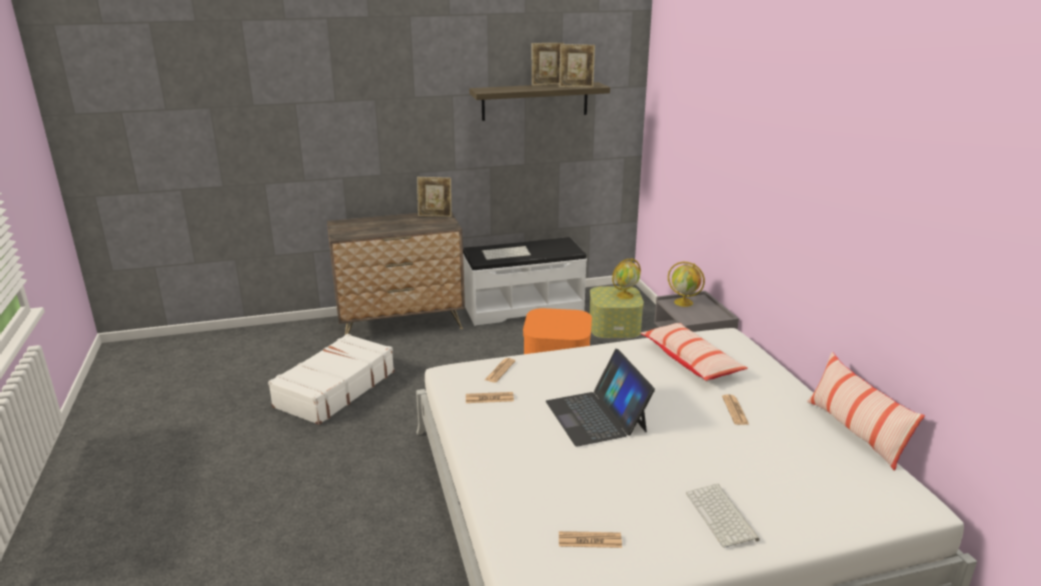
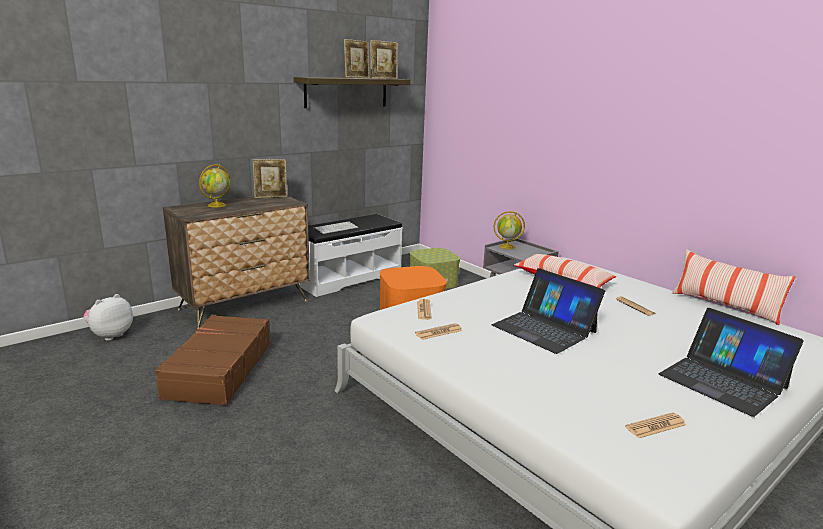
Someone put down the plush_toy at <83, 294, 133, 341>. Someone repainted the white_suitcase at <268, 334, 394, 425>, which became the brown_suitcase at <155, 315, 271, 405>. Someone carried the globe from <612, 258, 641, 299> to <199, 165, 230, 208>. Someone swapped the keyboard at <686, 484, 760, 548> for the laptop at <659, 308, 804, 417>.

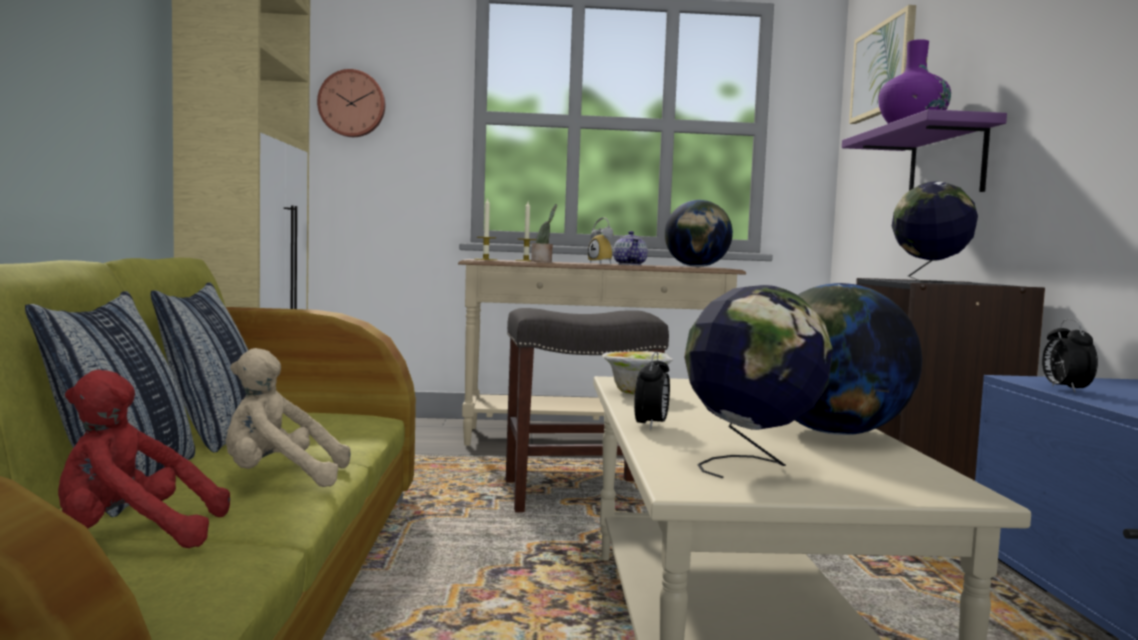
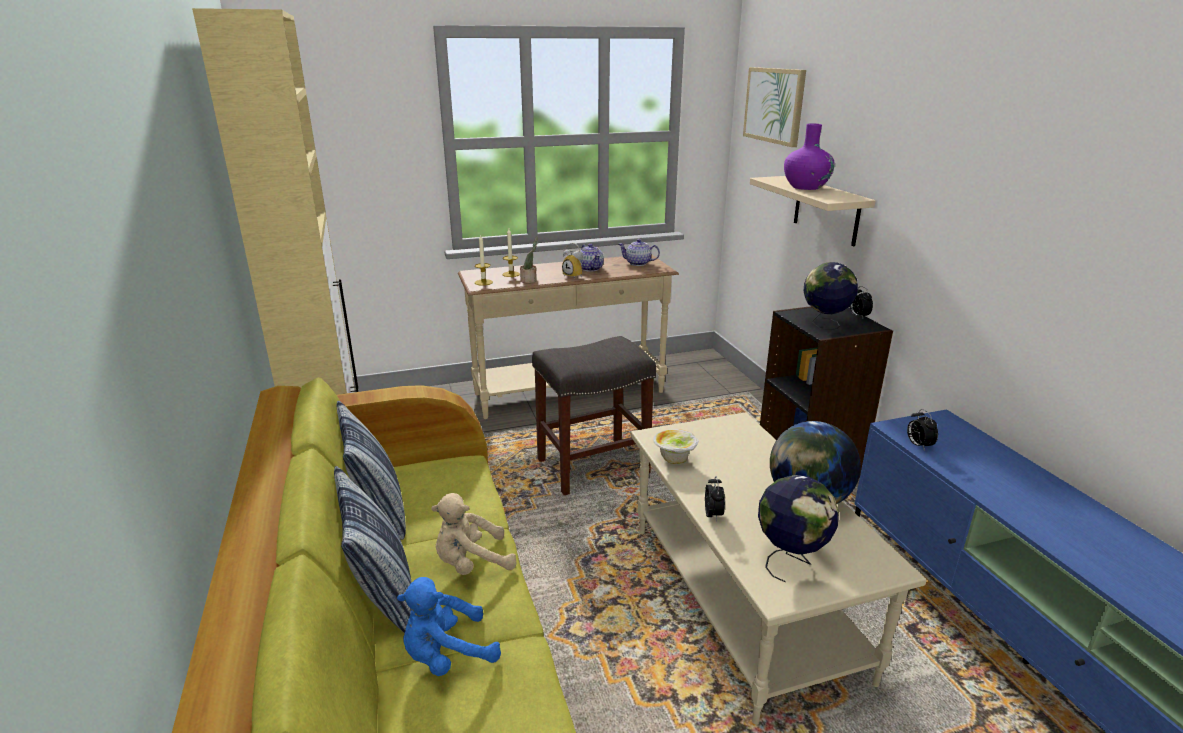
Someone repainted the red_plush_toy at <58, 369, 230, 548>, which became the blue_plush_toy at <397, 577, 501, 676>. Someone swapped the globe at <665, 200, 733, 267> for the teapot at <618, 239, 660, 266>. Someone repainted the purple_shelf at <842, 109, 1007, 192>, which became the beige_shelf at <750, 176, 876, 246>. Someone put down the alarm_clock at <850, 286, 873, 318>. Someone took away the wall_clock at <317, 69, 385, 137>.

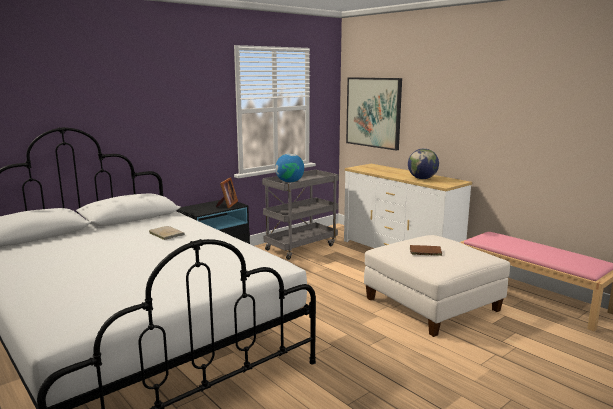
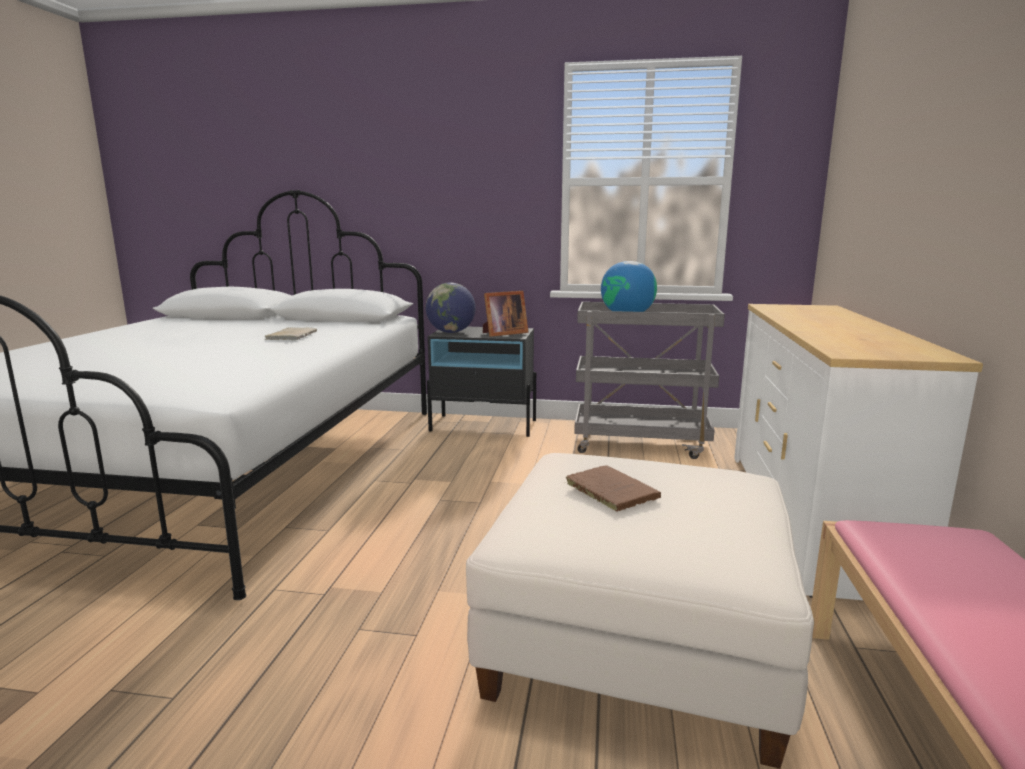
Someone carried the globe from <408, 148, 439, 179> to <426, 283, 476, 333>. Someone took away the picture at <346, 77, 402, 151>.

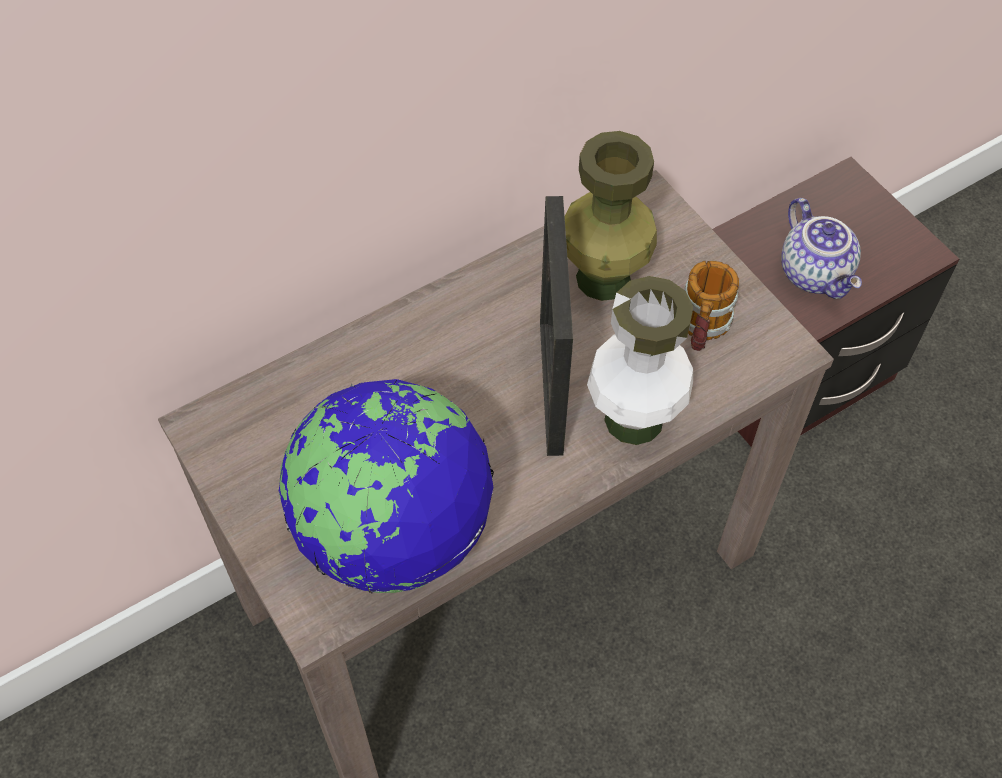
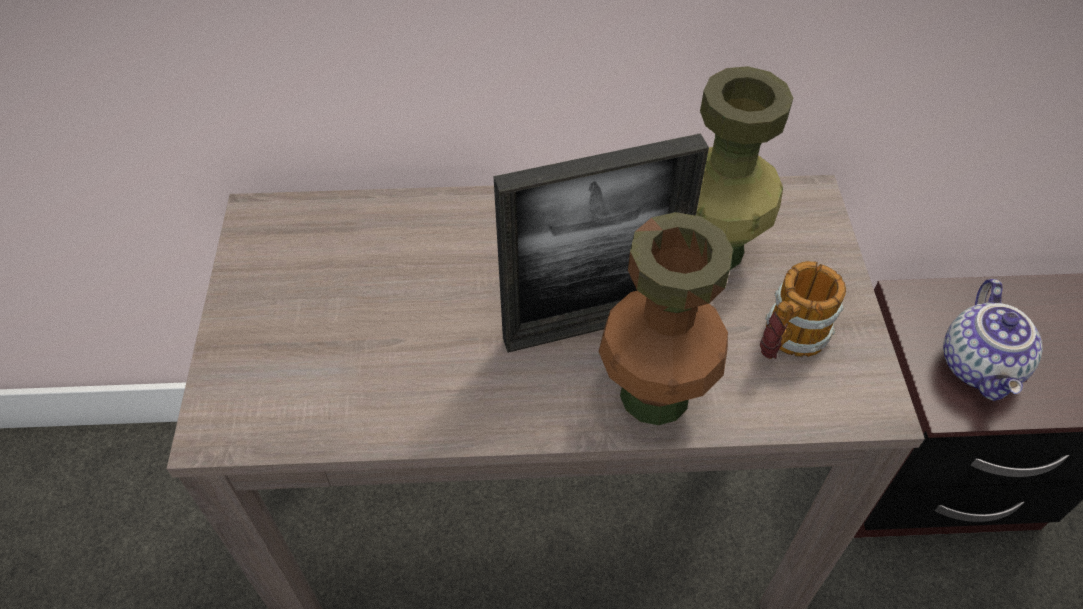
Someone rotated the picture_frame at <540, 196, 573, 456> by 135 degrees counterclockwise. Someone repainted the white_vase at <587, 276, 693, 445>, which became the brown_vase at <599, 212, 733, 425>. Someone took away the globe at <279, 379, 494, 593>.

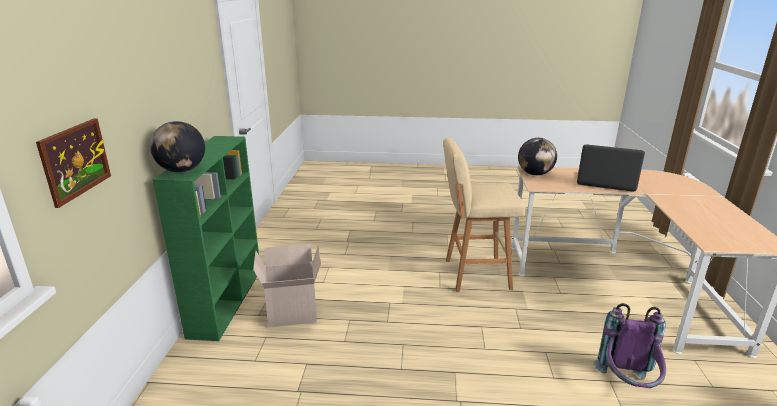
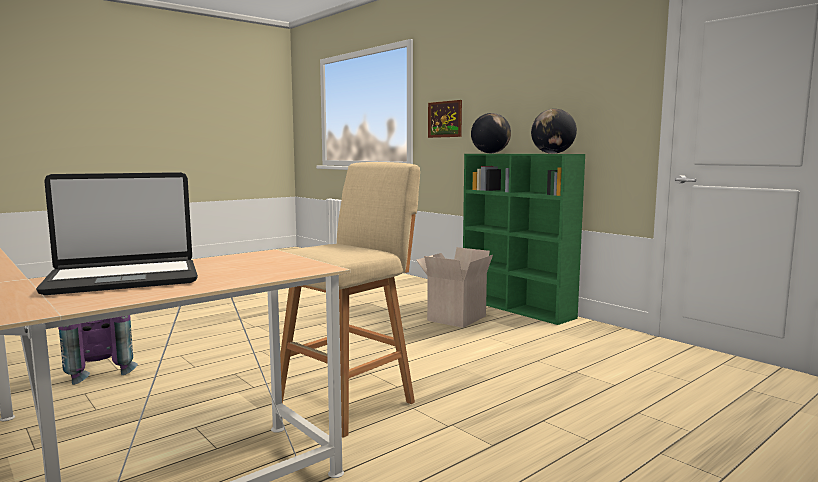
Someone carried the globe from <518, 138, 557, 175> to <531, 109, 577, 154>.

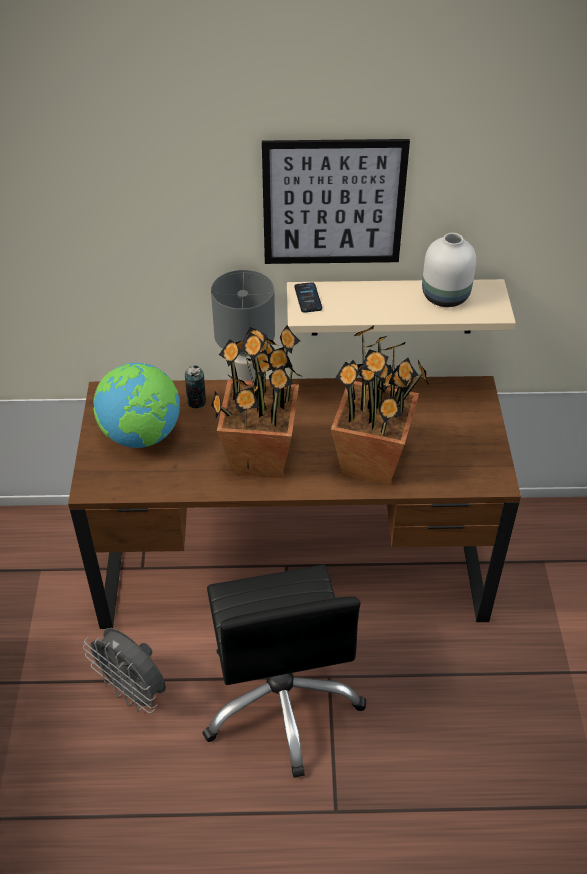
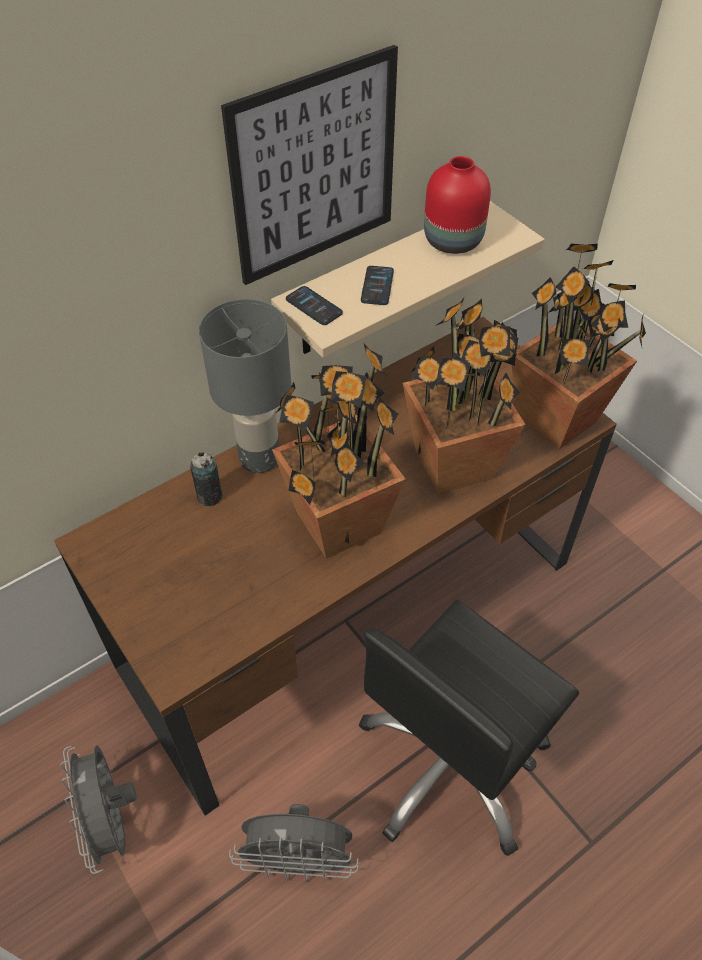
Someone put down the grey_fan at <60, 745, 137, 874>. Someone rotated the black_office_chair at <202, 565, 366, 778> by 90 degrees clockwise. Someone put down the phone at <361, 266, 394, 305>. Someone repainted the white_vase at <422, 233, 476, 307>, which became the red_vase at <424, 156, 491, 254>. Someone put down the potted_plant at <512, 244, 646, 449>. Someone took away the globe at <93, 363, 180, 448>.

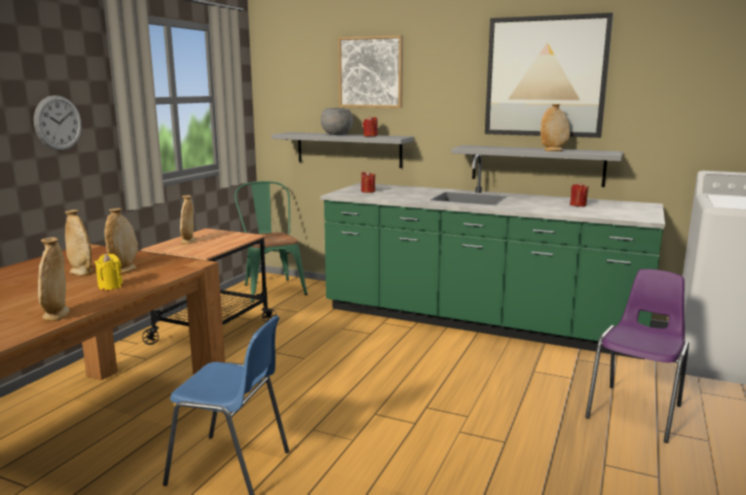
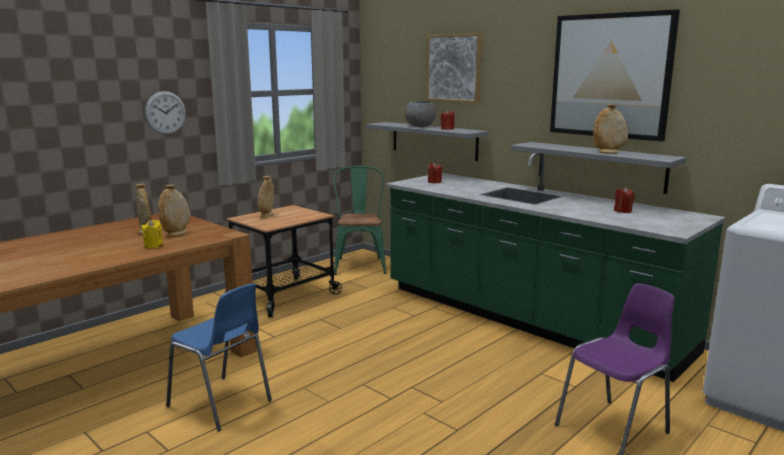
Someone took away the beige_vase at <38, 237, 70, 321>.

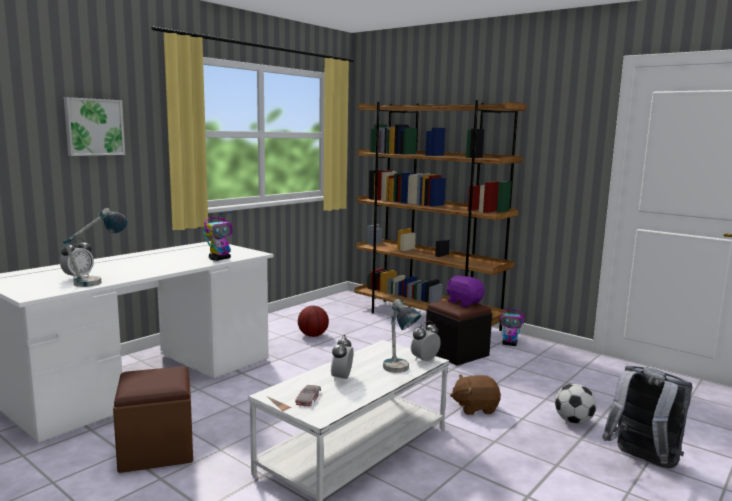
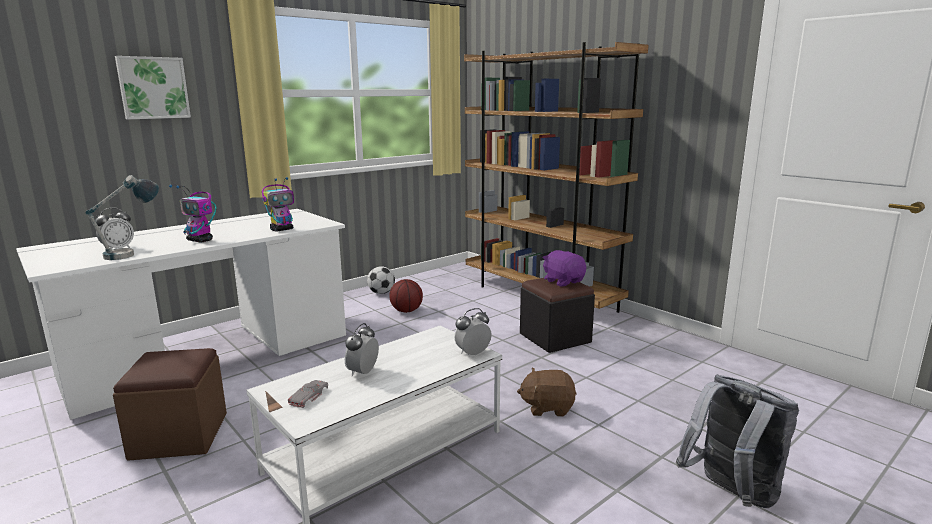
Someone carried the toy_robot from <500, 307, 524, 346> to <169, 185, 216, 243>. Someone carried the football from <555, 384, 596, 424> to <367, 266, 395, 294>. Someone took away the table_lamp at <383, 299, 421, 373>.

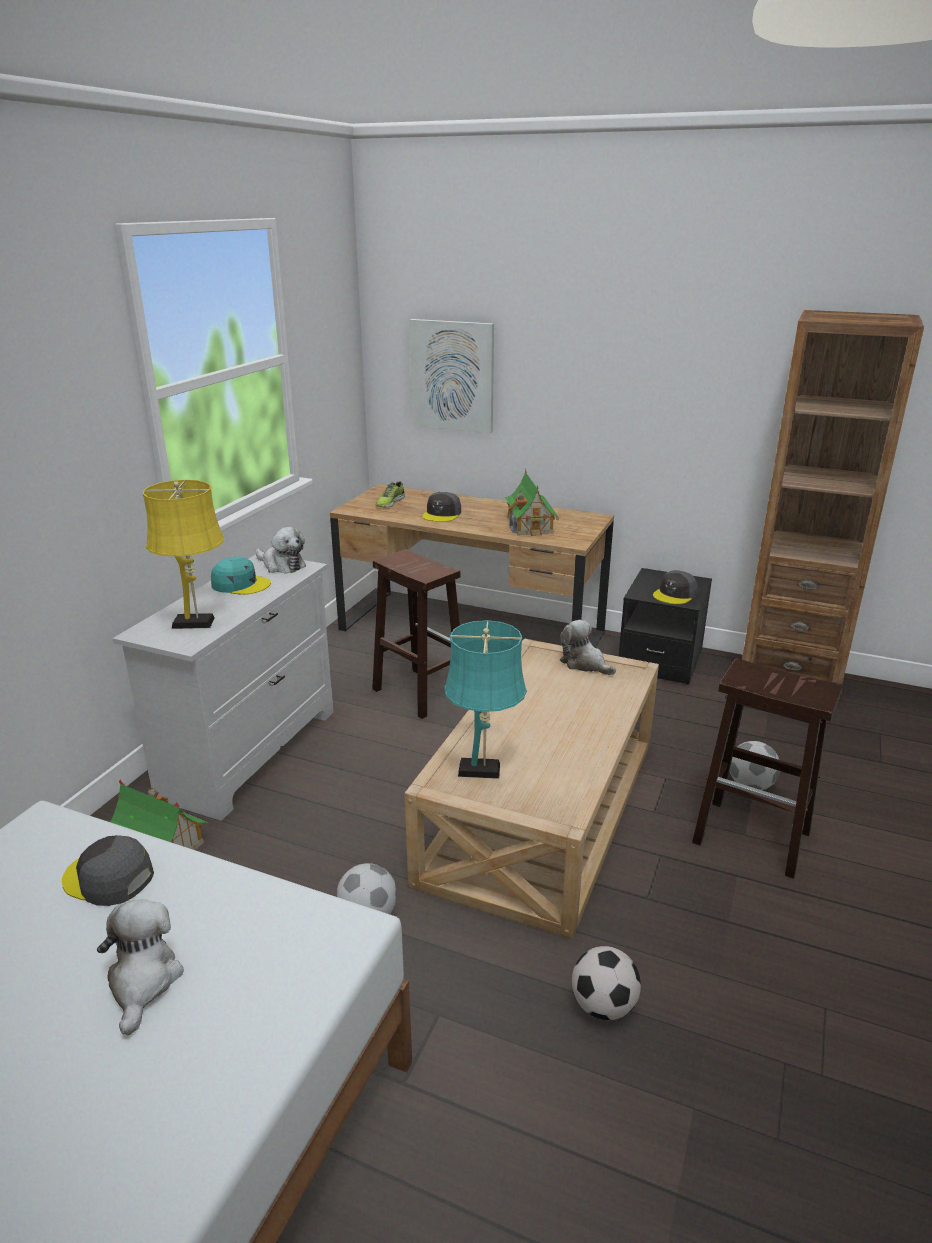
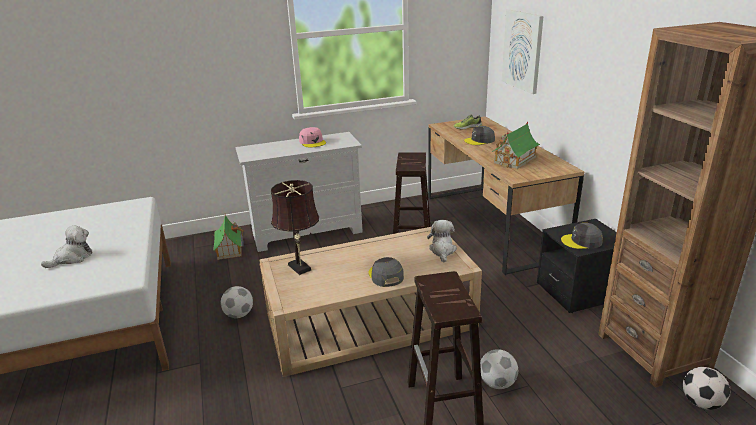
Someone repainted the turquoise_table_lamp at <444, 620, 527, 779>, which became the brown_table_lamp at <271, 180, 319, 275>. Someone repainted the turquoise_cap at <211, 557, 271, 595>, which became the pink_cap at <299, 127, 326, 147>. Someone carried the grey_cap from <62, 835, 154, 906> to <368, 257, 404, 287>. Someone carried the football from <572, 946, 641, 1020> to <683, 367, 730, 410>. Someone took away the yellow_table_lamp at <143, 480, 224, 629>. Someone took away the plush_toy at <255, 527, 306, 574>.

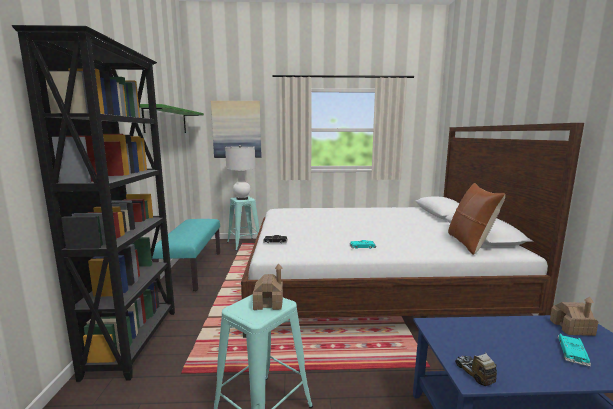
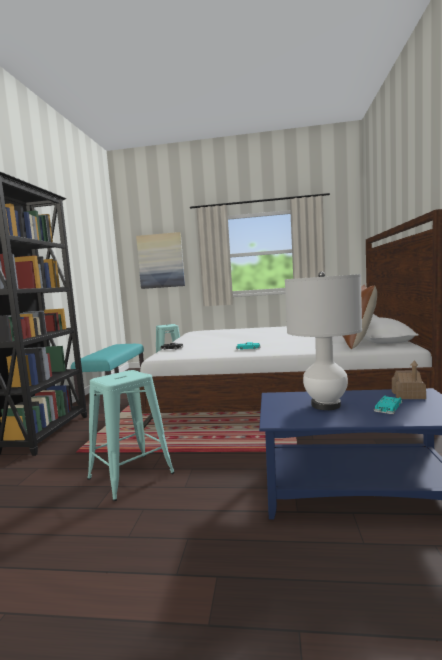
Someone carried the white_table_lamp from <225, 145, 256, 200> to <285, 272, 362, 410>. Someone took away the green_shelf at <139, 104, 204, 133>. Someone took away the toy_house at <253, 263, 283, 310>. Someone took away the toy_truck at <455, 352, 497, 386>.

